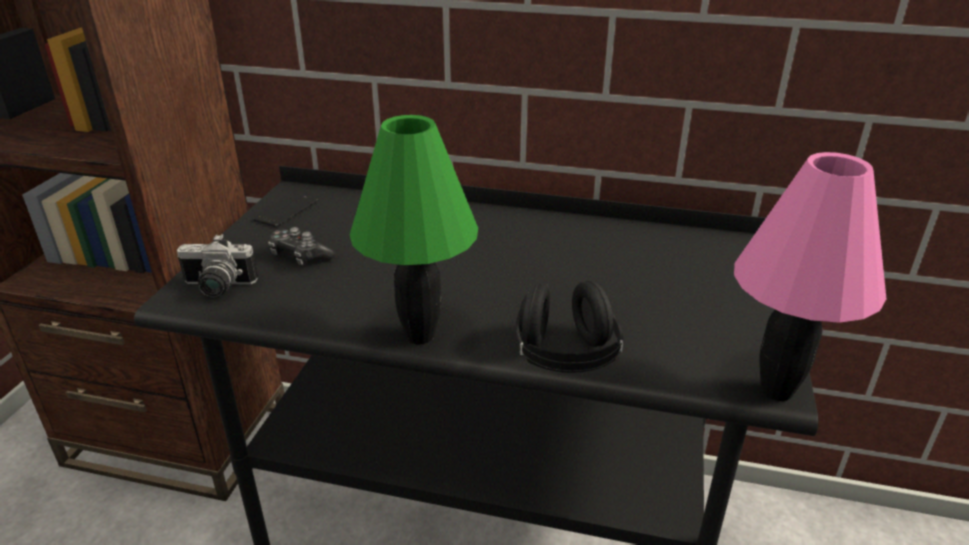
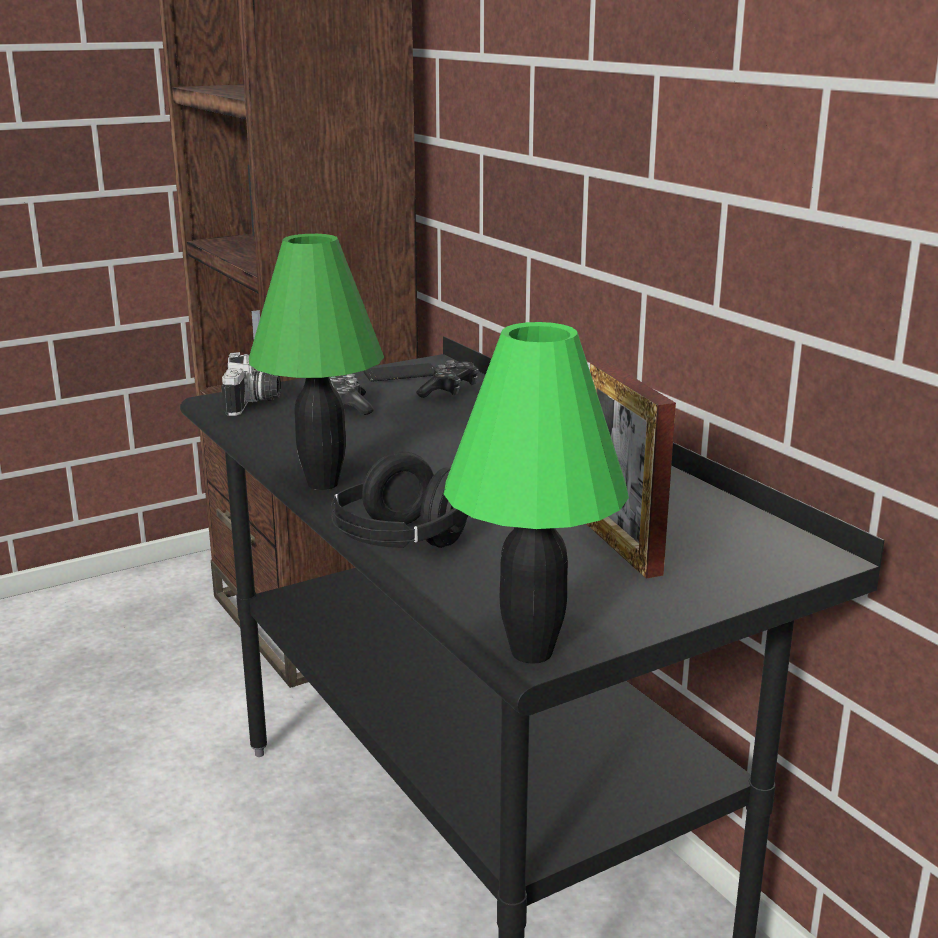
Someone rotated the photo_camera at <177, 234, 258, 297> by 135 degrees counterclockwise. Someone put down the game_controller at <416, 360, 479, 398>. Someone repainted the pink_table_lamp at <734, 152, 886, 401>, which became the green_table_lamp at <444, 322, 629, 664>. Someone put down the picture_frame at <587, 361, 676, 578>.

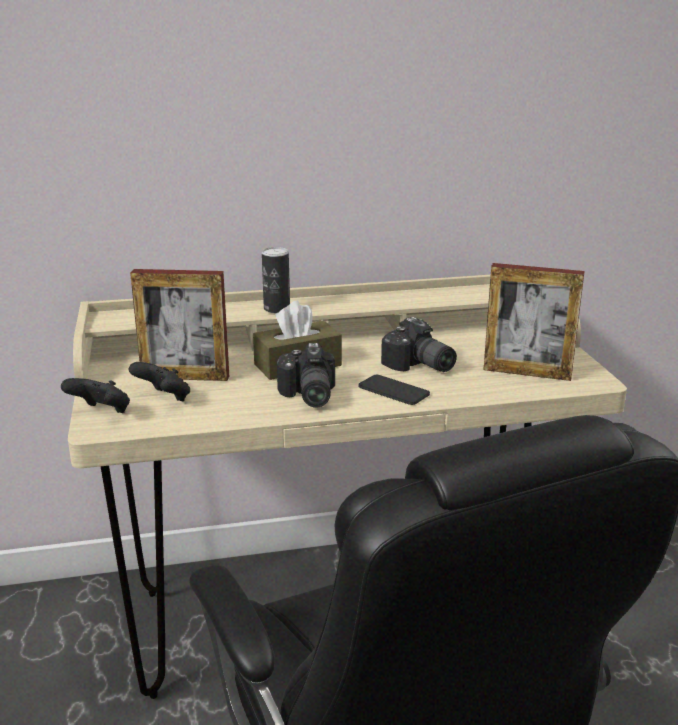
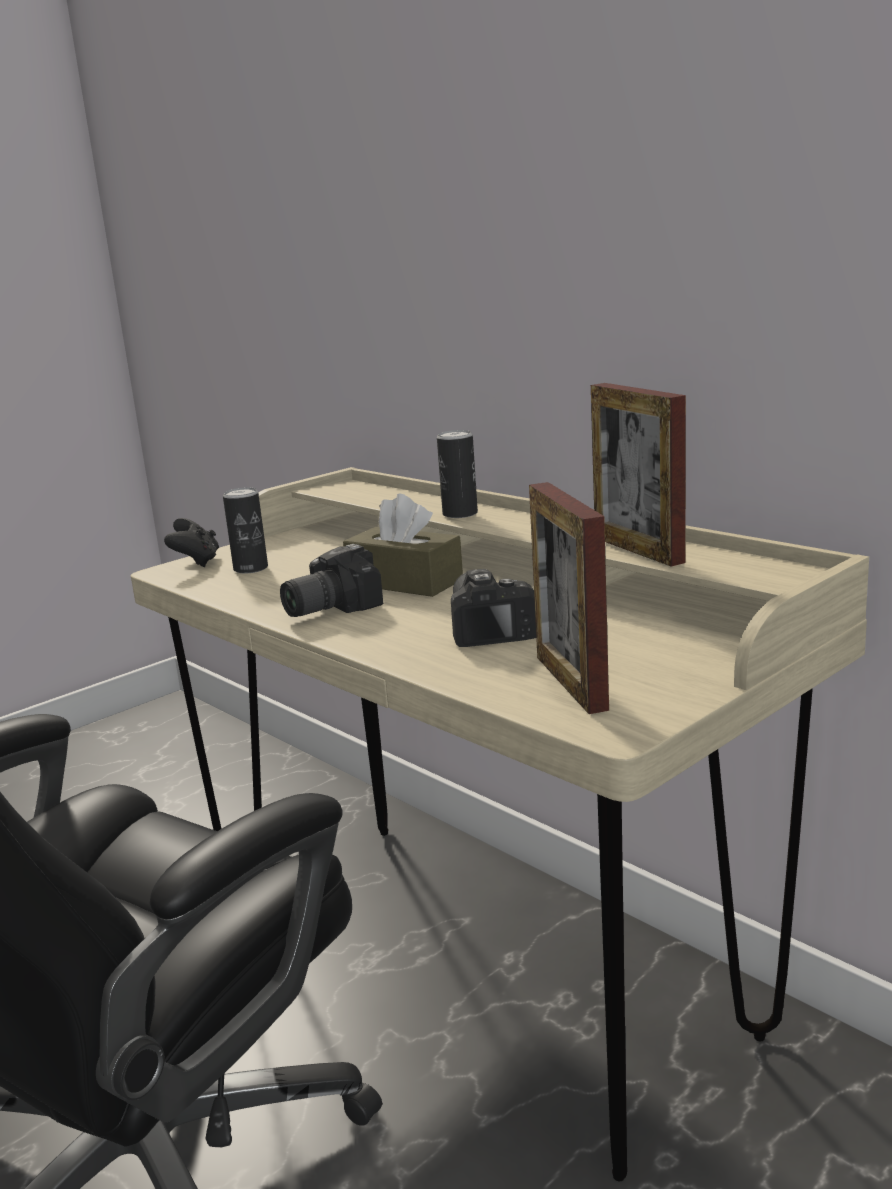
Someone swapped the black_game_controller at <129, 362, 190, 401> for the can at <223, 488, 268, 573>. Someone rotated the photo_camera at <381, 317, 457, 372> by 150 degrees clockwise. Someone carried the picture_frame from <130, 269, 229, 381> to <591, 383, 686, 566>. Someone took away the phone at <358, 375, 430, 405>.

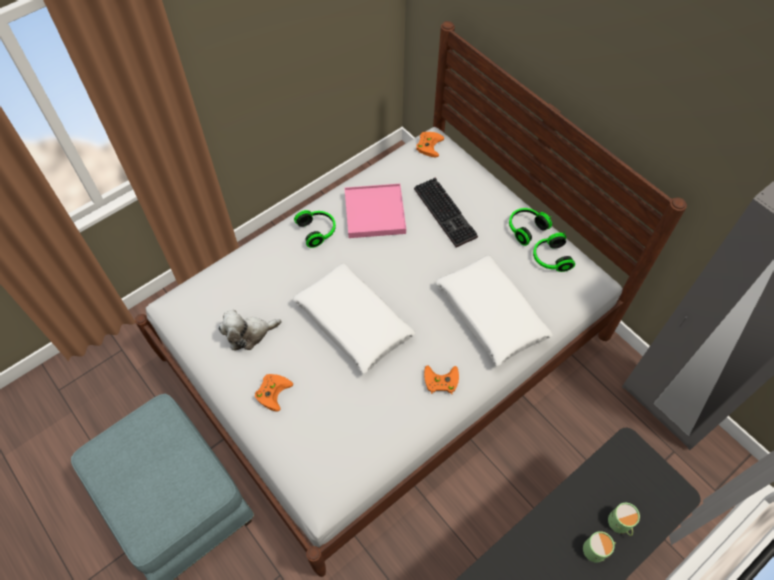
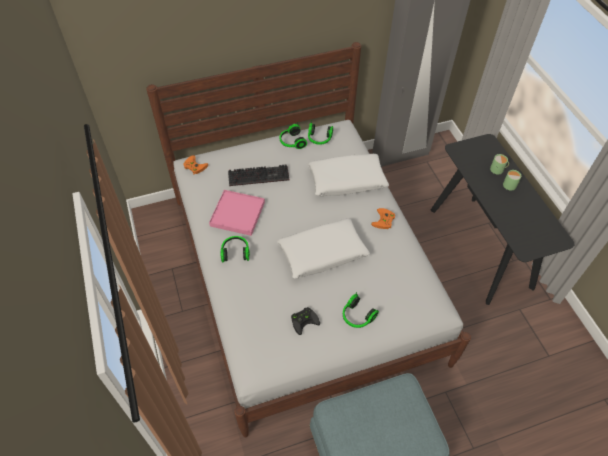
Someone swapped the plush_toy at <218, 310, 282, 350> for the black_game_controller at <291, 307, 320, 335>. Someone swapped the orange_game_controller at <255, 374, 293, 412> for the headphones at <343, 292, 379, 328>.

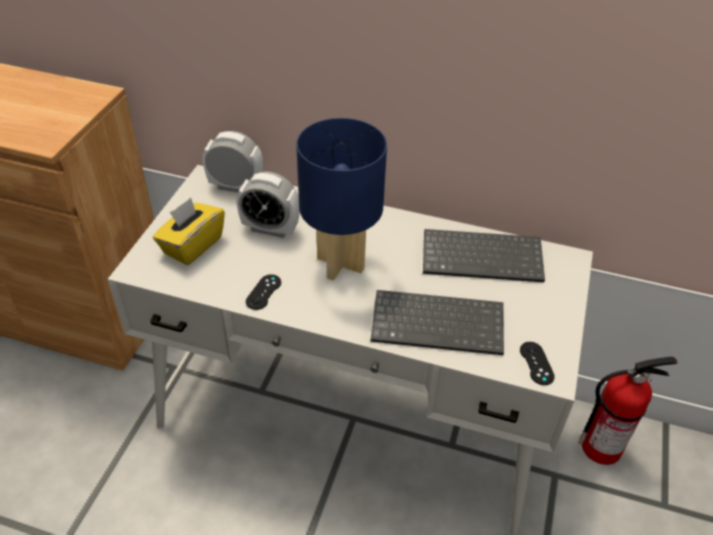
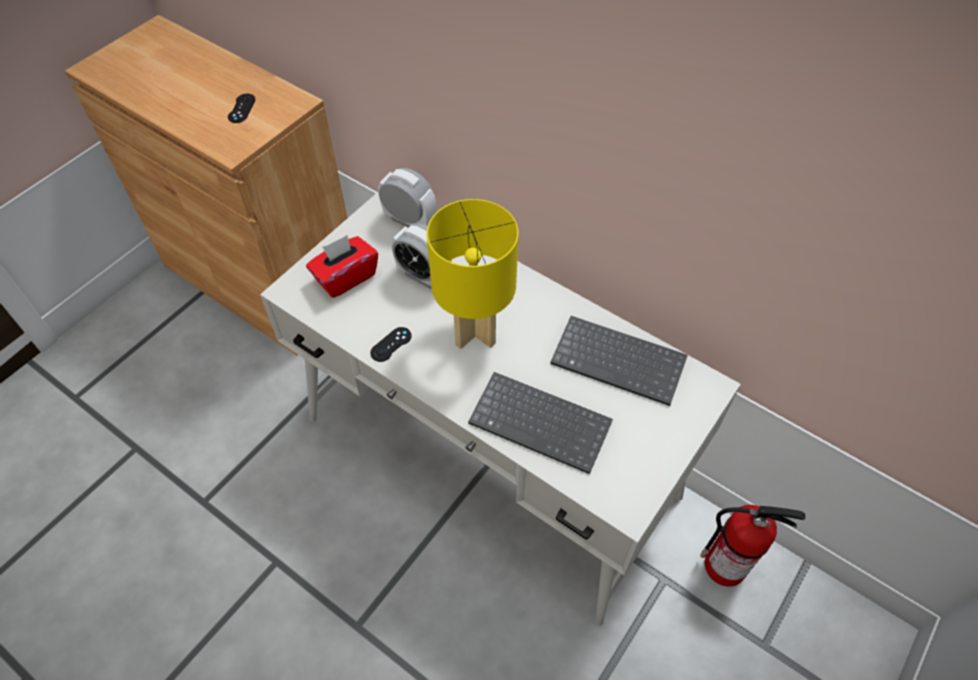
Someone carried the black_game_controller from <520, 342, 555, 385> to <228, 94, 256, 123>. Someone repainted the yellow_tissue_box at <153, 198, 225, 265>, which became the red_tissue_box at <306, 235, 378, 298>. Someone repainted the blue_table_lamp at <296, 118, 387, 281>, which became the yellow_table_lamp at <426, 199, 519, 349>.

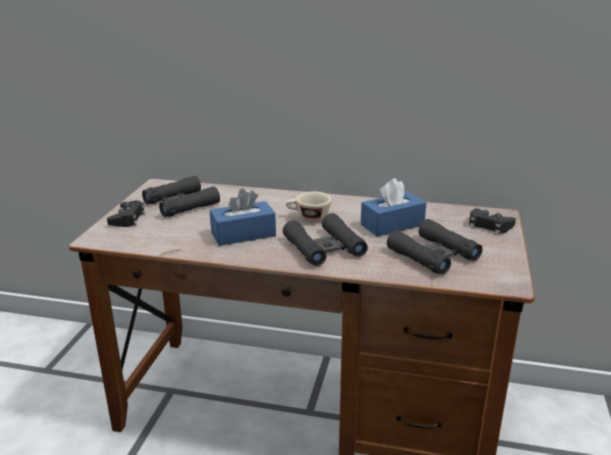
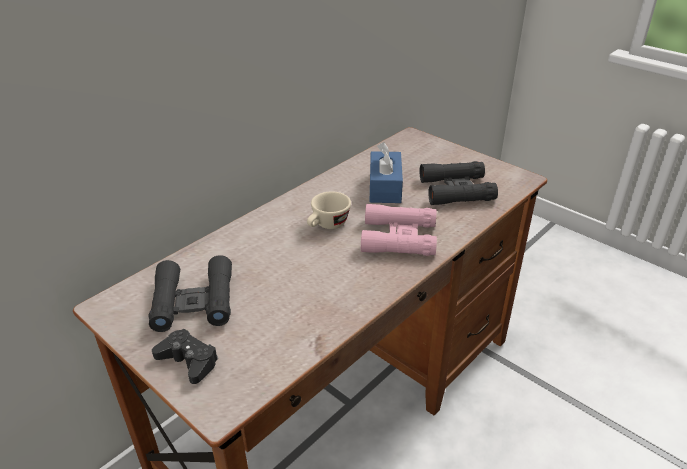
Someone repainted the black_binoculars at <283, 213, 368, 266>, which became the pink_binoculars at <361, 204, 437, 256>. Someone took away the blue_tissue_box at <210, 189, 276, 246>. Someone took away the black_game_controller at <469, 209, 516, 235>.

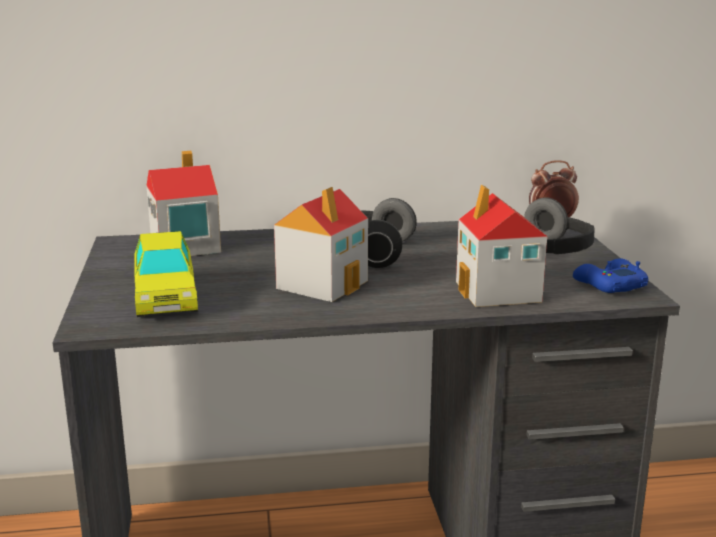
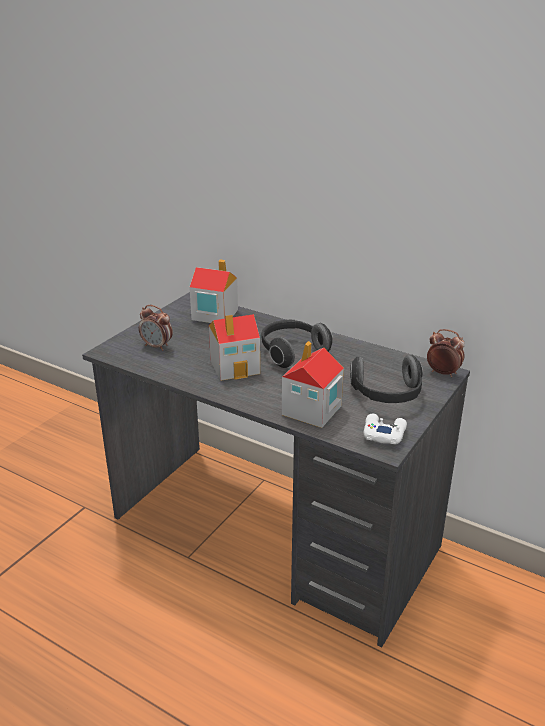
Someone swapped the toy_car at <134, 231, 198, 317> for the alarm_clock at <139, 305, 173, 351>. Someone repainted the blue_game_controller at <573, 258, 648, 293>, which became the white_game_controller at <364, 414, 407, 444>.

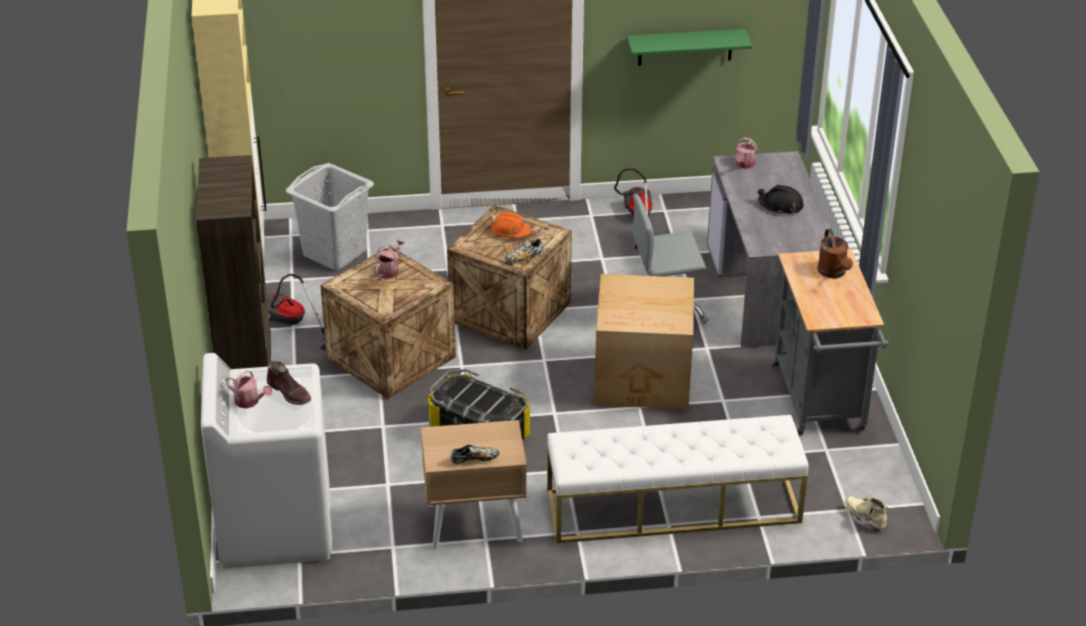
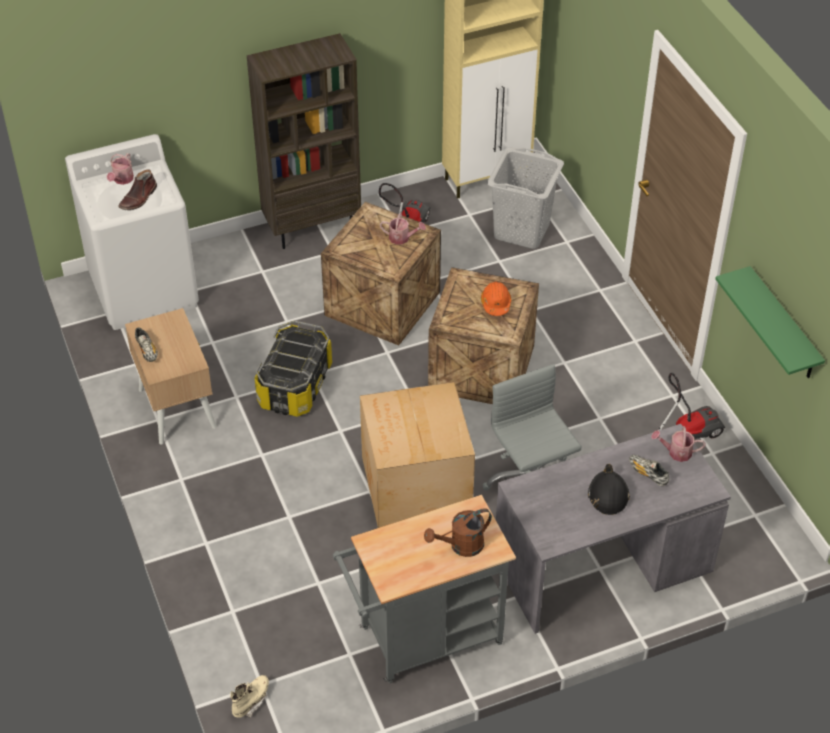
Someone carried the shoe from <505, 238, 544, 262> to <629, 455, 669, 486>. Someone took away the white_bench at <547, 415, 809, 543>.

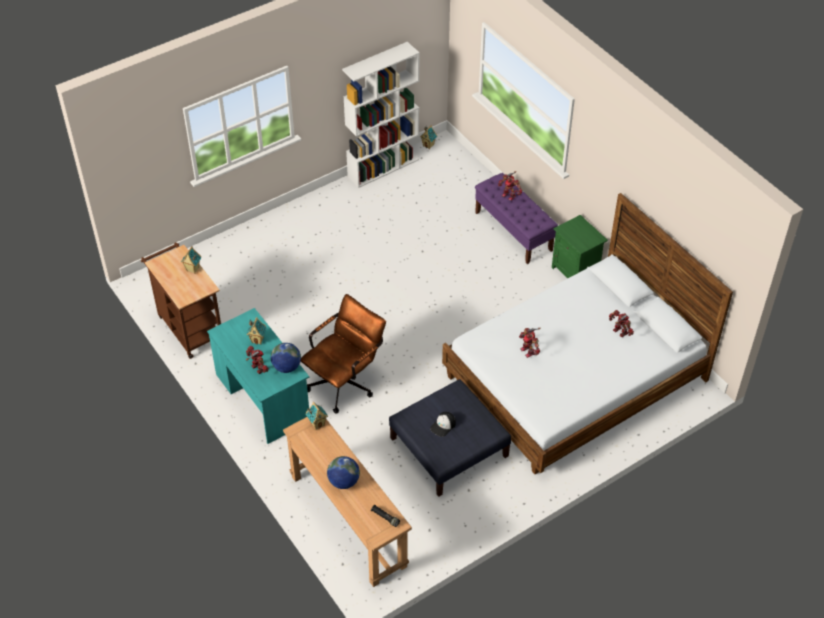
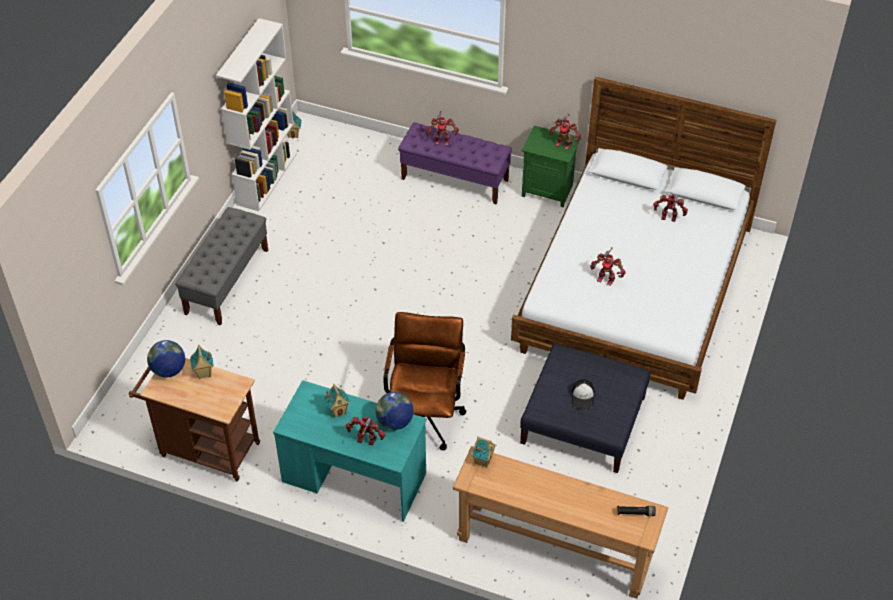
Someone carried the globe from <327, 456, 360, 489> to <147, 340, 185, 378>. Someone put down the grey_bench at <175, 207, 268, 325>. Someone put down the toy_robot at <549, 114, 581, 150>.

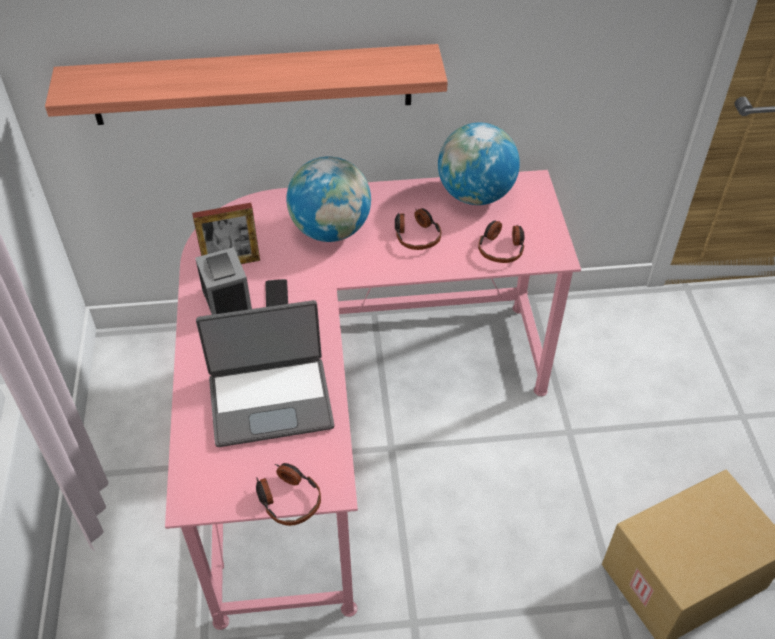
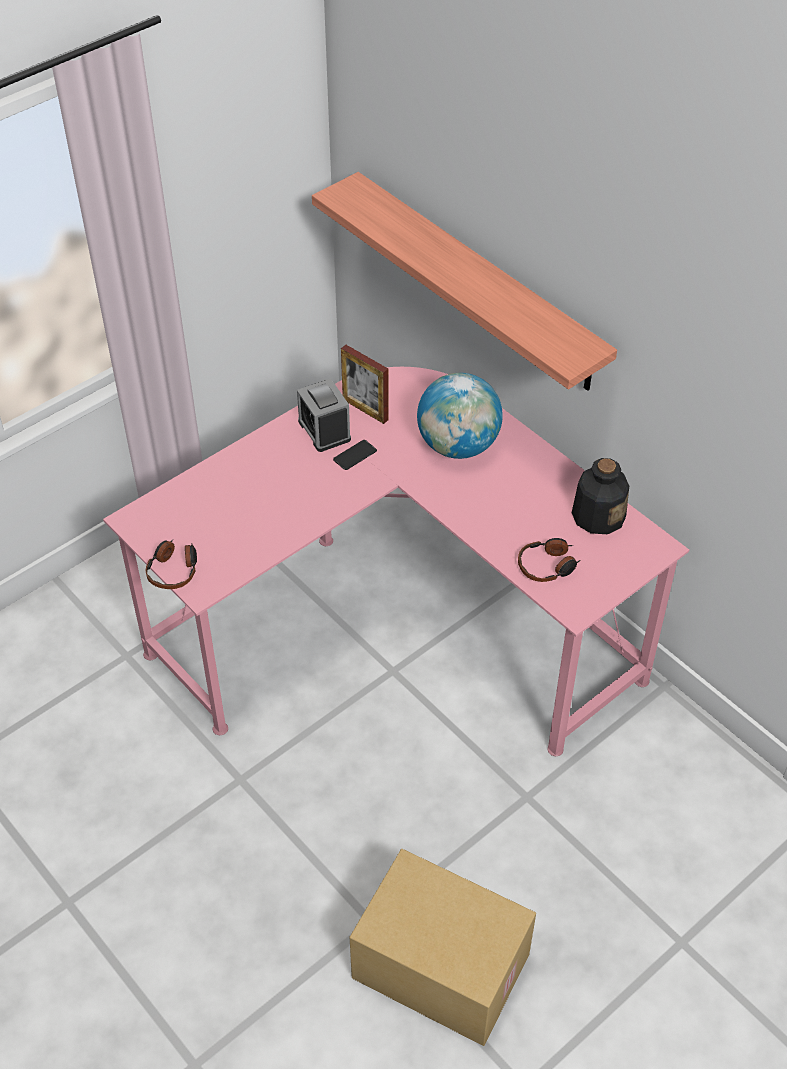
Someone rotated the alarm_clock at <195, 247, 252, 315> by 120 degrees clockwise. Someone swapped the globe at <438, 122, 520, 205> for the bottle at <572, 458, 629, 534>. Someone took away the laptop at <196, 300, 334, 447>. Someone took away the headphones at <395, 208, 441, 250>.

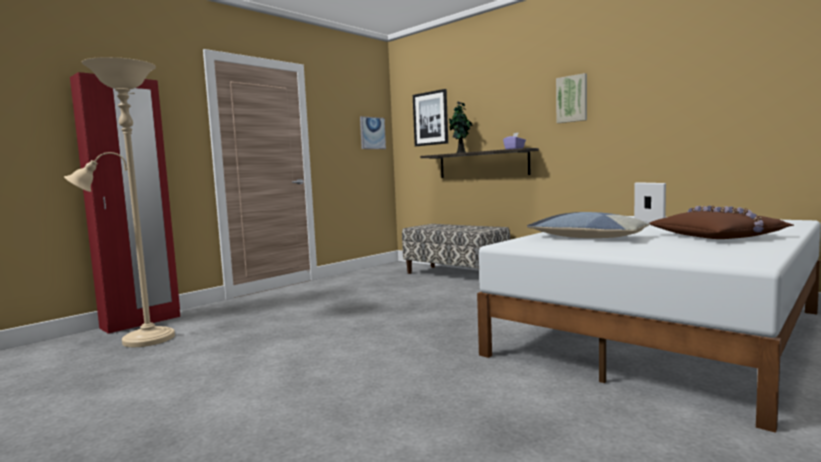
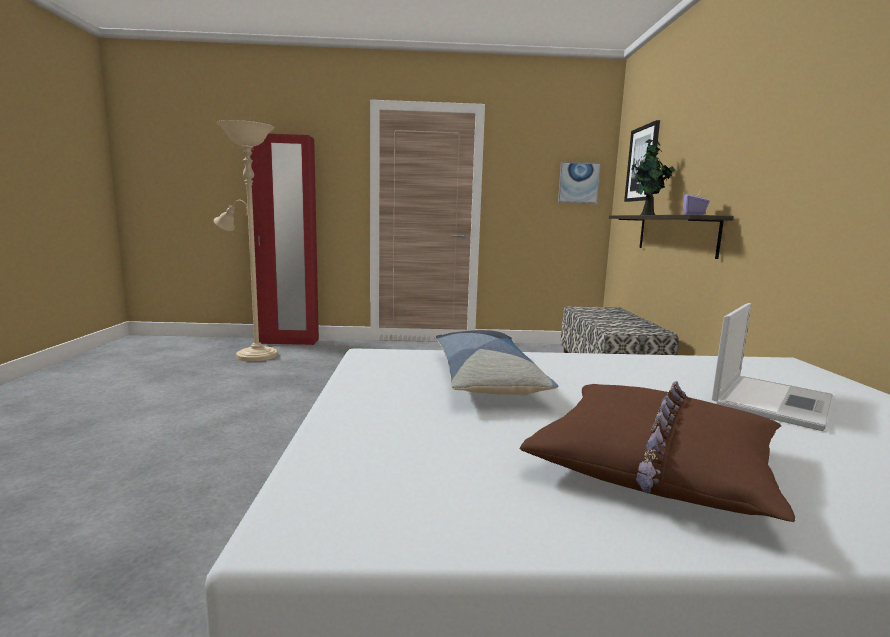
Someone took away the picture at <556, 73, 587, 123>.

